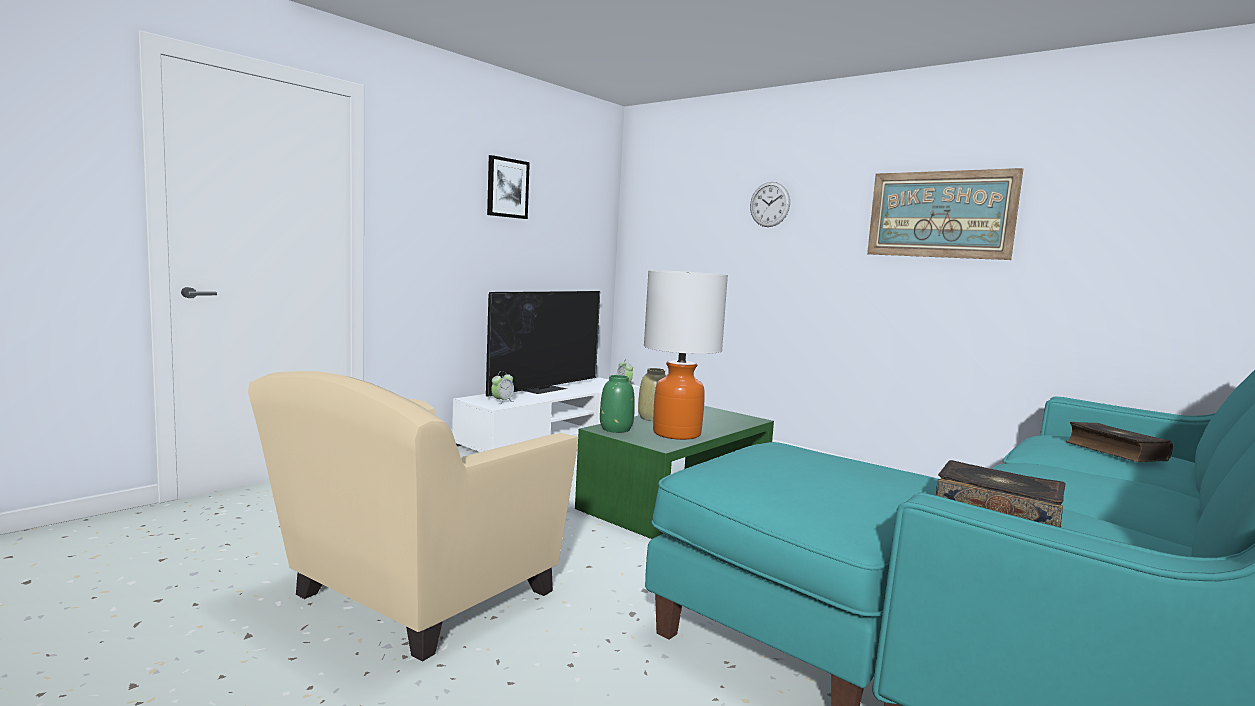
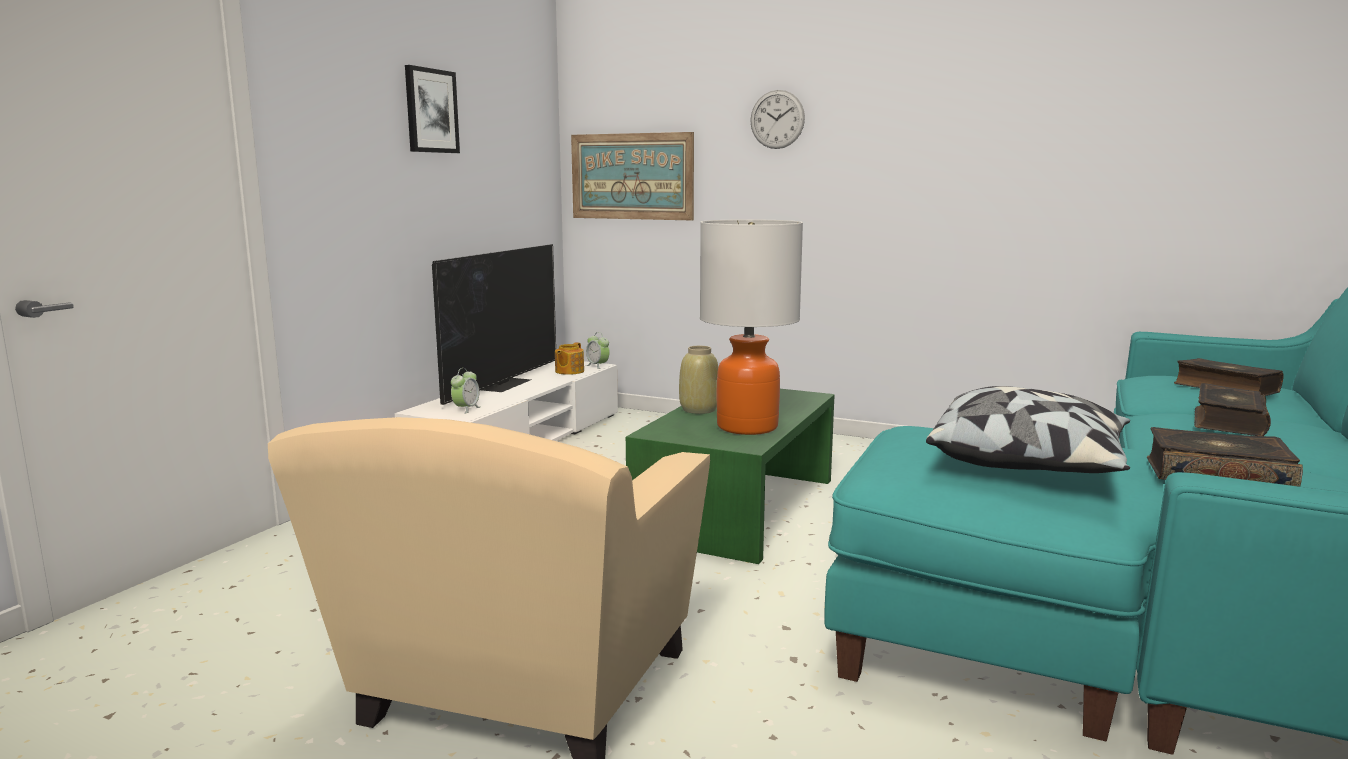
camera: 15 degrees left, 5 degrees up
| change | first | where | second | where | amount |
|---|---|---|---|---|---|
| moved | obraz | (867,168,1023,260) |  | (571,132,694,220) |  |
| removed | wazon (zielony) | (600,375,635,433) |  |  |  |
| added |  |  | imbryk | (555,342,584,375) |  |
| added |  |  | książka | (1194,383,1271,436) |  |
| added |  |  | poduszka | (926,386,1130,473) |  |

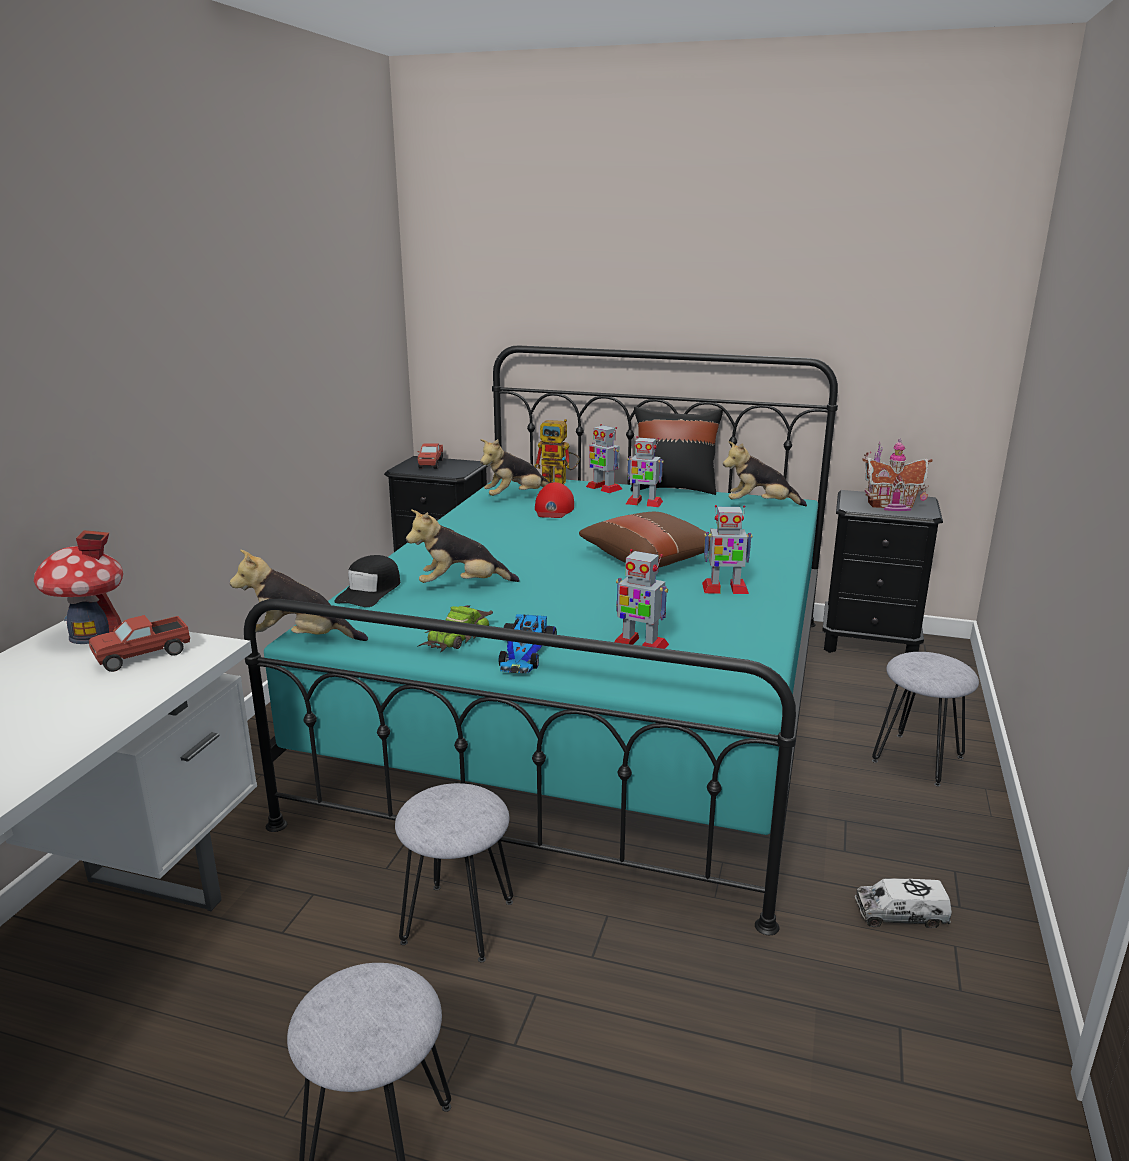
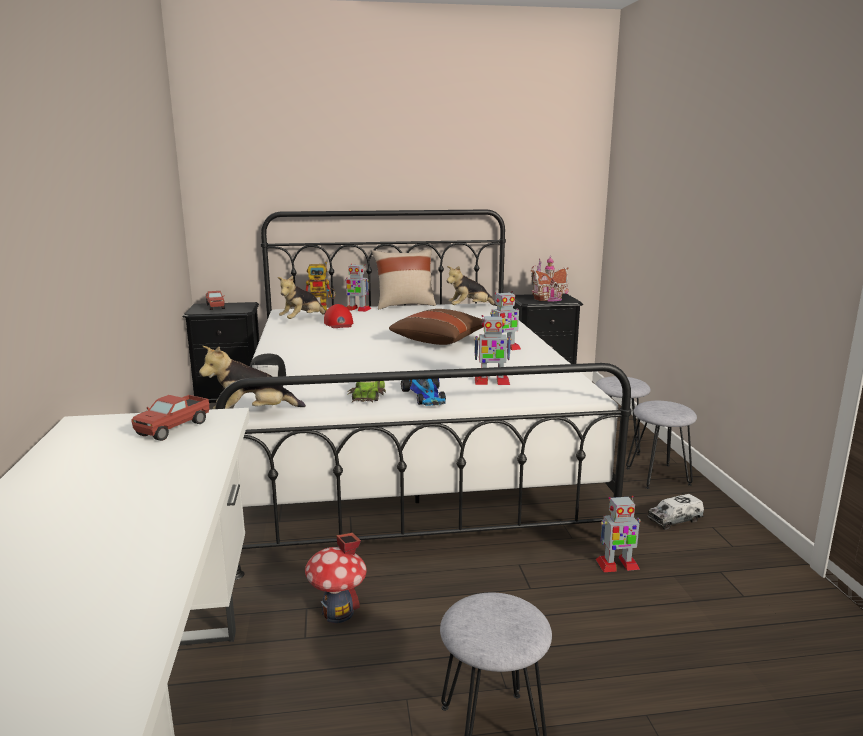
camera: 25 degrees left, 5 degrees down
| change | first | where | second | where | amount |
|---|---|---|---|---|---|
| recoloured | łóżko (turkusowy) | (244,345,838,935) | łóżko (biały) | (215,209,631,580) |  |
| recoloured | poduszka (czarny) | (630,407,723,495) | poduszka (beżowy) | (372,248,436,309) |  |
| moved | robot zabawkowy | (626,436,664,507) |  | (596,496,641,572) |  |
| removed | pluszak | (406,509,520,583) |  |  |  |
| moved | domek | (34,530,123,644) |  | (305,533,366,623) |  |
| moved | stołek (szary) | (395,783,513,962) |  | (626,401,697,489) |  |

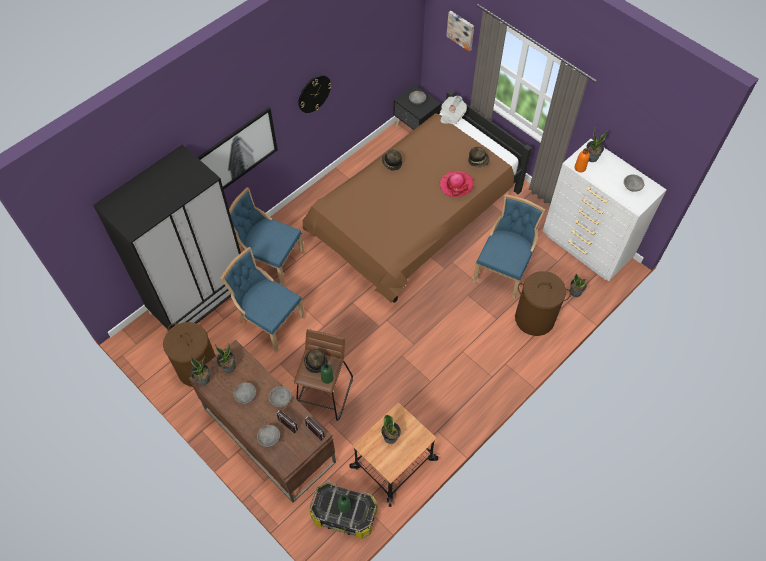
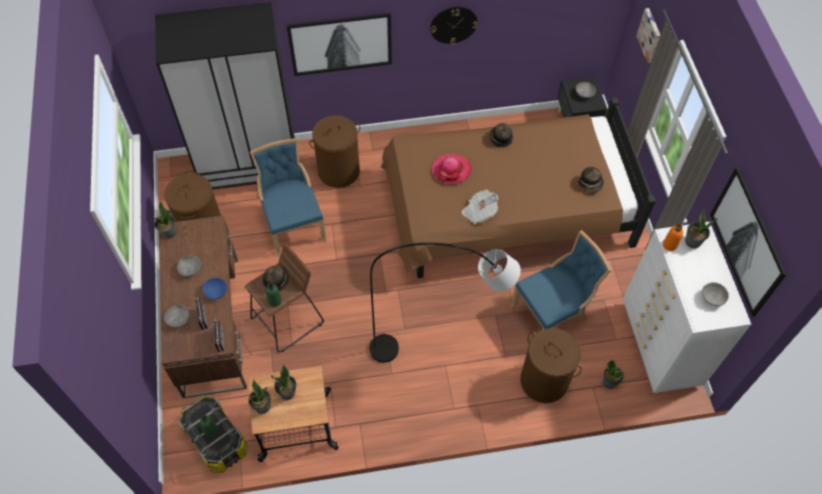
camera: 35 degrees right, 0 degrees up
| change | first | where | second | where | amount |
|---|---|---|---|---|---|
| moved | gazeta | (440,96,467,124) |  | (462,190,499,224) |  |
| moved | kapelusz | (439,171,473,197) |  | (432,154,471,184) |  |
| replaced | krzesło (niebieski) | (229,187,305,286) | kosz na pranie (brązowy) | (309,115,360,188) |  |
| moved | roślina doniczkowa | (215,344,236,373) |  | (248,379,271,414) |  |
| recoloured | miska (szary) | (269,386,291,407) | miska (niebieski) | (202,278,227,300) |  |
| added |  |  | obraz | (710,167,787,317) |  |
| added |  |  | lampa stojąca (szary) | (369,243,521,363) |  |

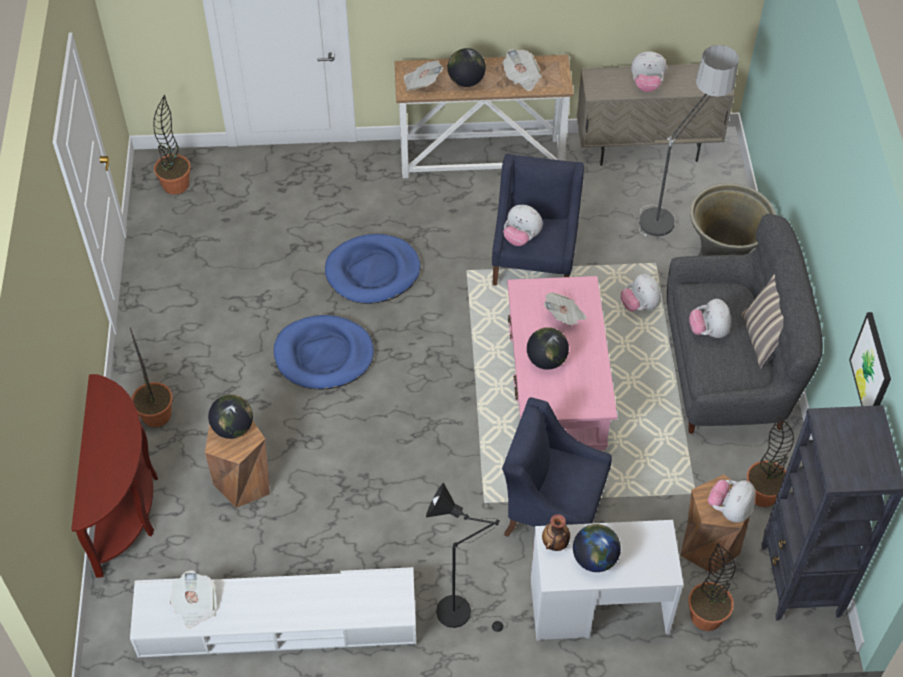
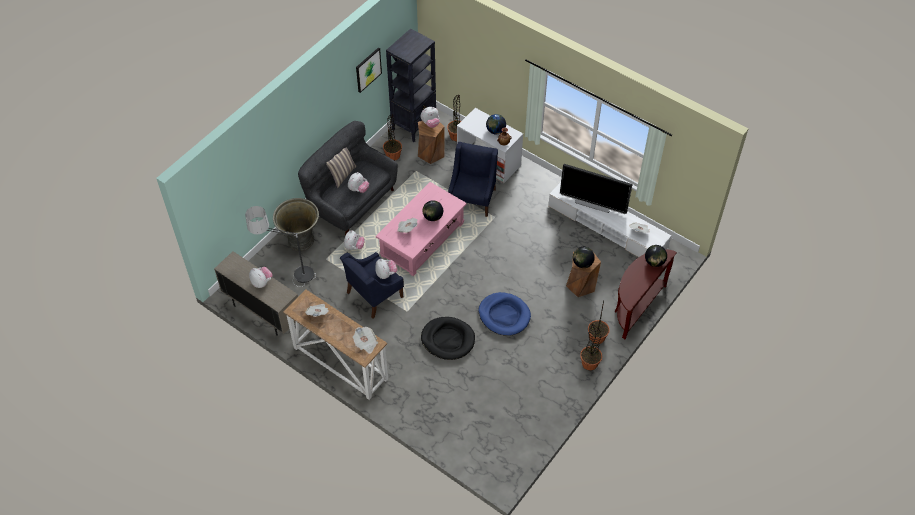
camera: 140 degrees left, 0 degrees up
| change | first | where | second | where | amount |
|---|---|---|---|---|---|
| moved | globus | (448,48,486,87) |  | (645,245,667,267) |  |
| moved | roślina doniczkowa | (153,95,190,195) |  | (580,324,603,370) |  |
| recoloured | legowisko (niebieski) | (325,234,421,304) | legowisko (czarny) | (421,317,475,360) |  |
| turned | fotel (niebieski) | (502,397,612,537) |  | (448,142,498,217) | 135 degrees counterclockwise |
| removed | lampa stojąca (czarny) | (426,482,508,632) |  |  |  |
| added |  |  | telewizor | (560,164,632,214) |  |

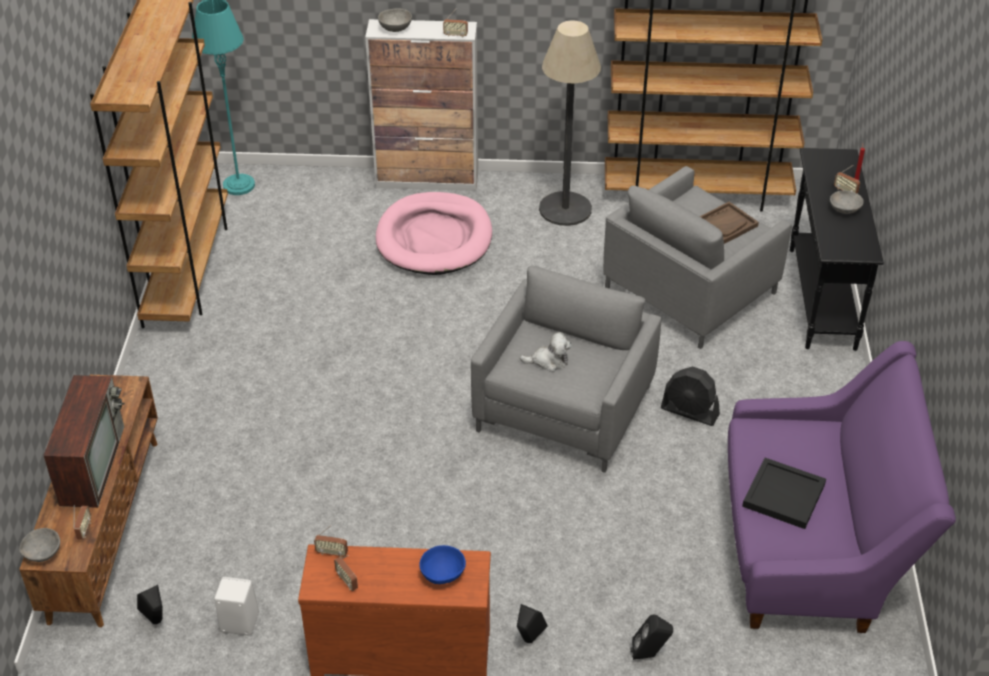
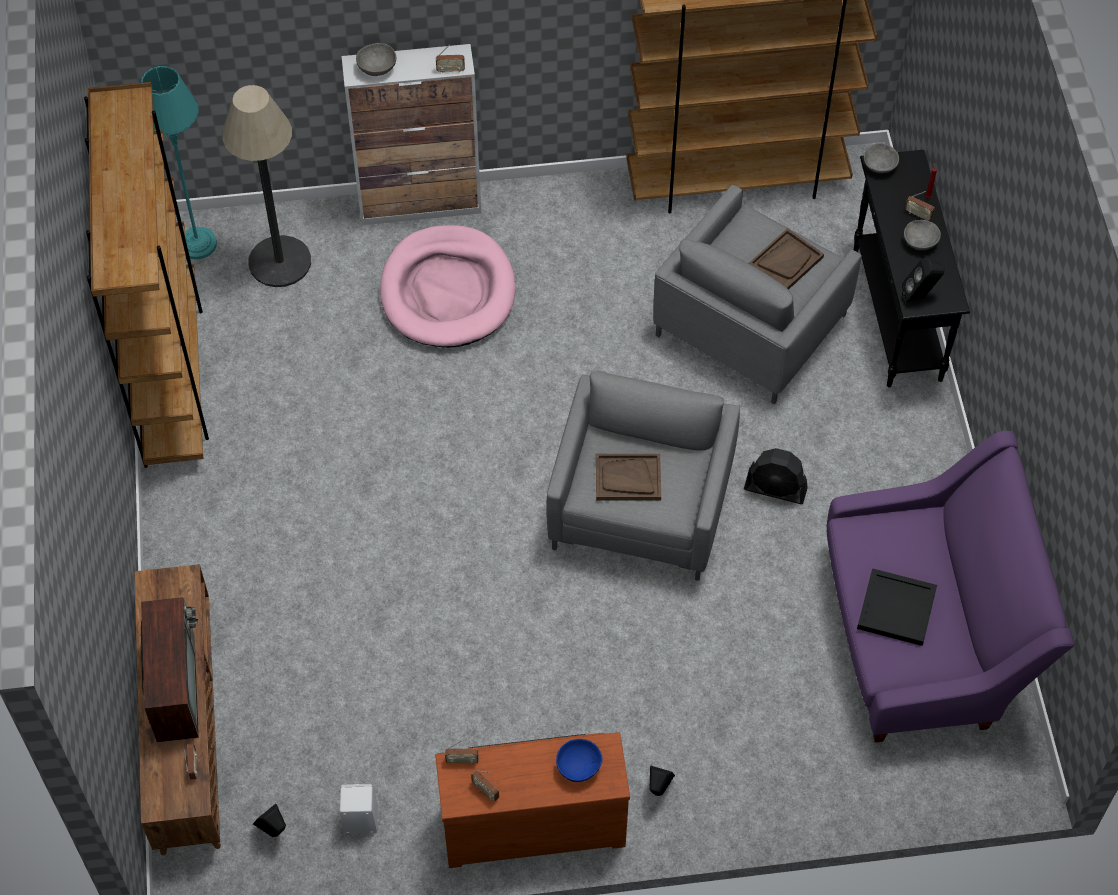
camera: 10 degrees left, 15 degrees up
| change | first | where | second | where | amount |
|---|---|---|---|---|---|
| moved | lampa stojąca | (539,20,601,226) |  | (222,85,311,287) |  |
| replaced | pluszak | (520,332,572,372) | taca (brązowy) | (596,454,661,500) |  |
| moved | miska (szary) | (19,528,60,562) |  | (864,143,899,173) |  |
| moved | głośnik (czarny) | (630,615,673,660) |  | (902,258,945,303) |  |

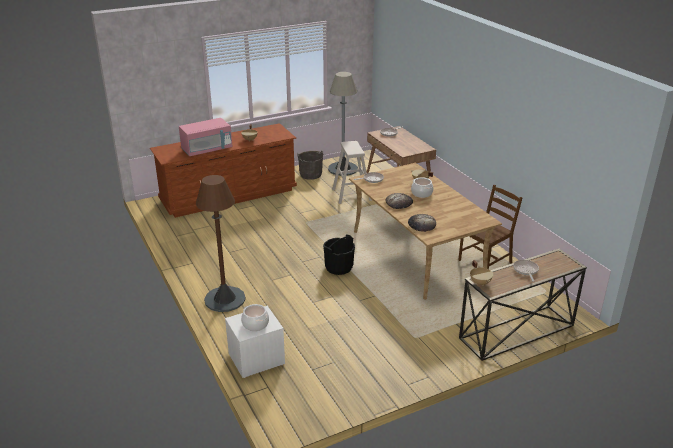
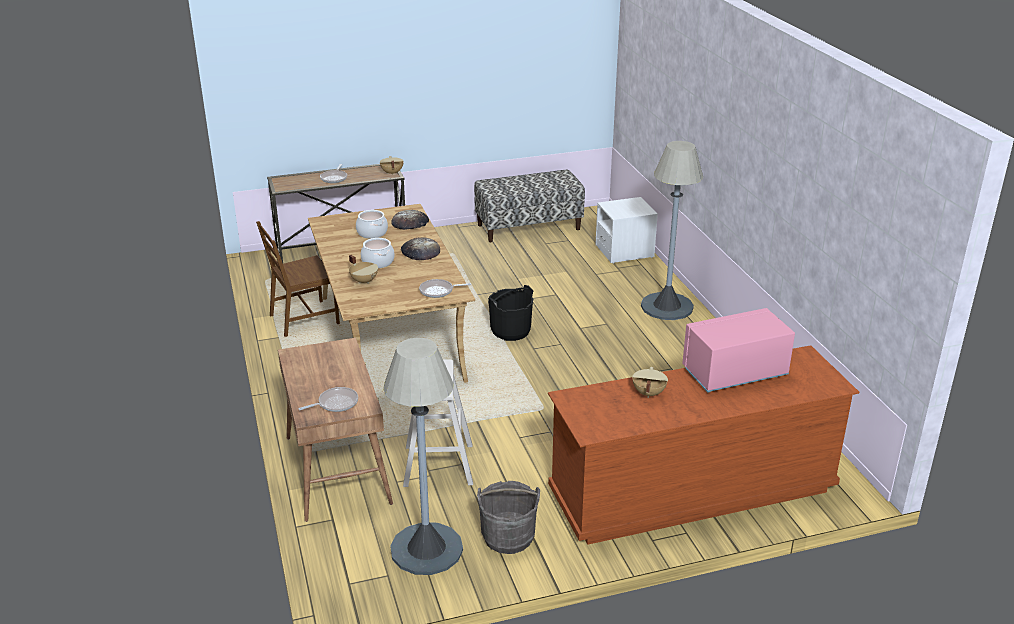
camera: 170 degrees left, 0 degrees up
| change | first | where | second | where | amount |
|---|---|---|---|---|---|
| recoloured | lampa stojąca (brązowy) | (196,175,246,312) | lampa stojąca (szary) | (641,141,703,320) |  |
| moved | garnek | (241,304,269,331) |  | (356,210,388,239) |  |
| added |  |  | ławka | (474,170,585,242) |  |

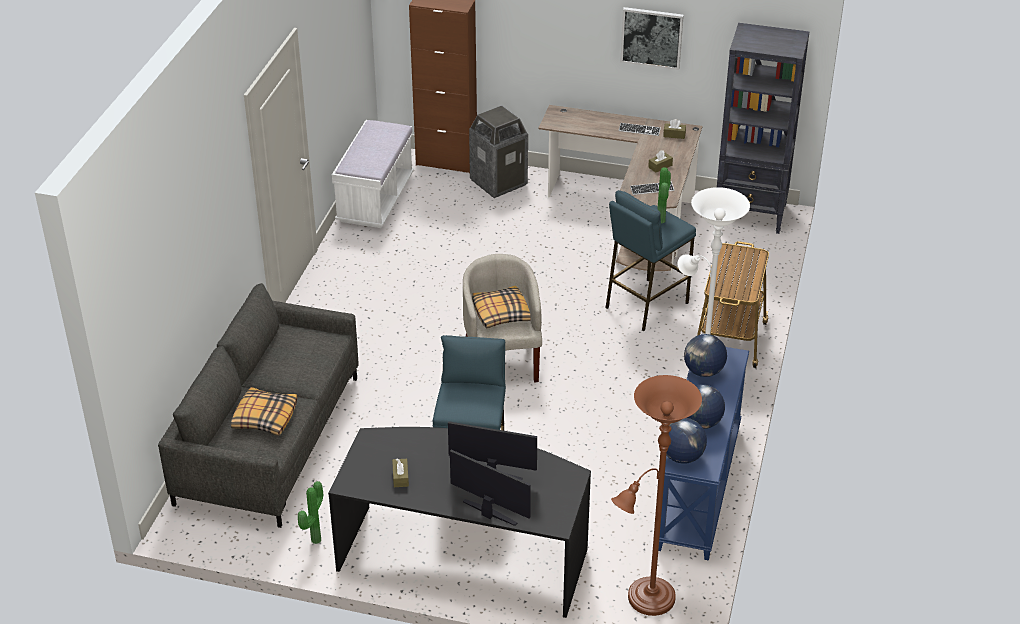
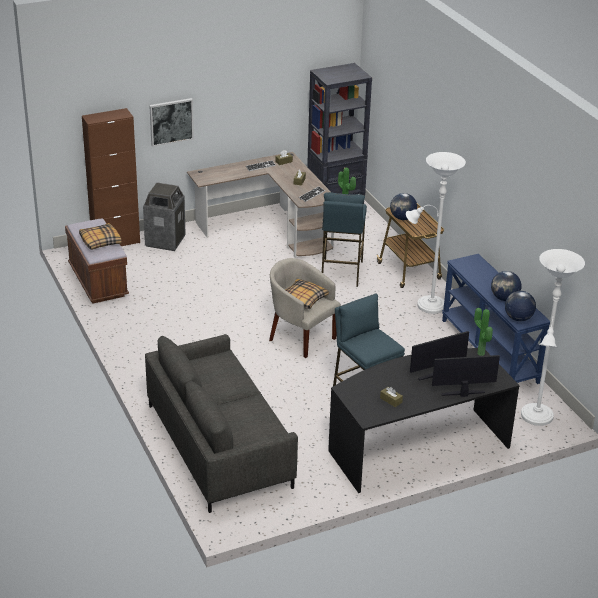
camera: 40 degrees left, 5 degrees down
| change | first | where | second | where | amount |
|---|---|---|---|---|---|
| moved | obraz | (620,7,684,70) |  | (149,98,194,147) |  |
| recoloured | ławka (biały) | (332,120,414,228) | ławka (brązowy) | (65,219,129,304) |  |
| moved | globus | (684,334,727,377) |  | (390,193,417,220) |  |
| recoloured | lampa stojąca (brązowy) | (611,375,702,616) | lampa stojąca (biały) | (521,249,585,426) |  |
| moved | poduszka | (231,387,297,436) |  | (79,223,122,250) |  |
| moved | roślina doniczkowa | (298,481,323,544) |  | (474,308,493,356) |  |

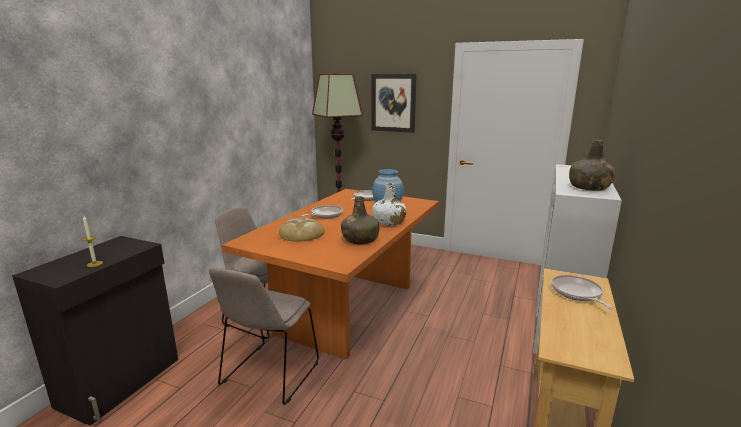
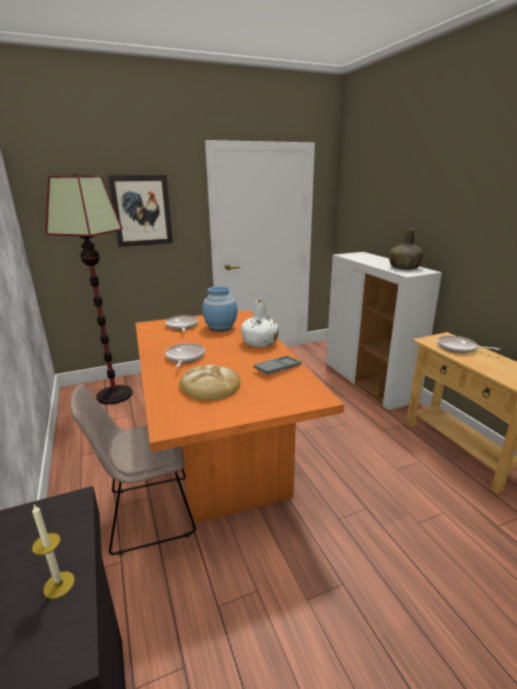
camera: 45 degrees left, 5 degrees up
| change | first | where | second | where | amount |
|---|---|---|---|---|---|
| replaced | butelka (zielony) | (341,196,379,245) | taca (szary) | (254,356,301,375) |  |
| removed | krzesło (beżowy) | (209,267,319,405) |  |  |  |

